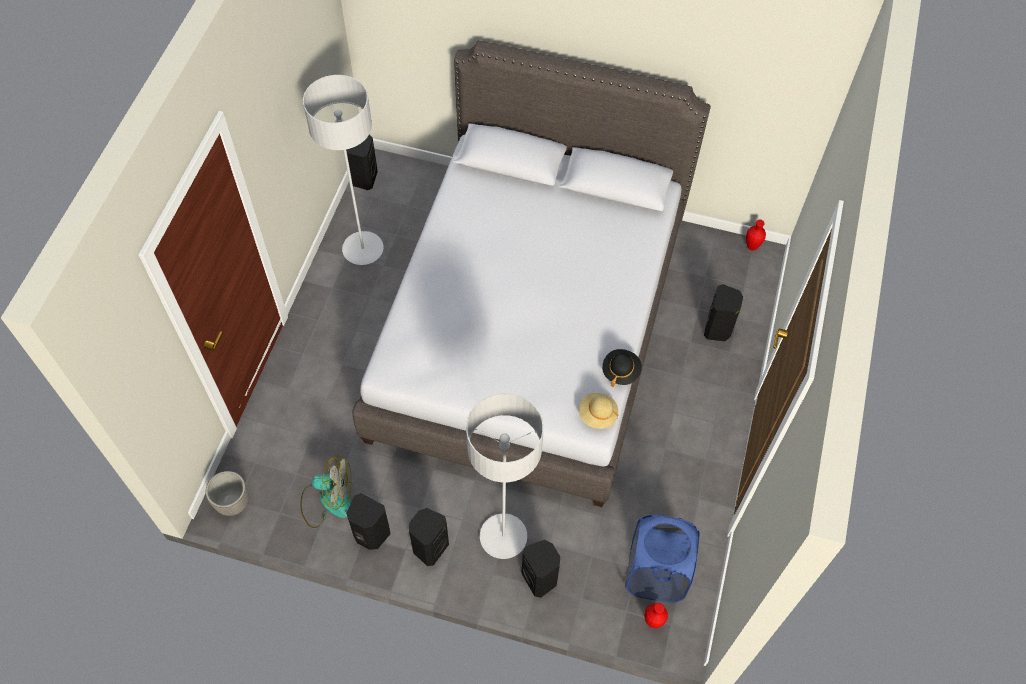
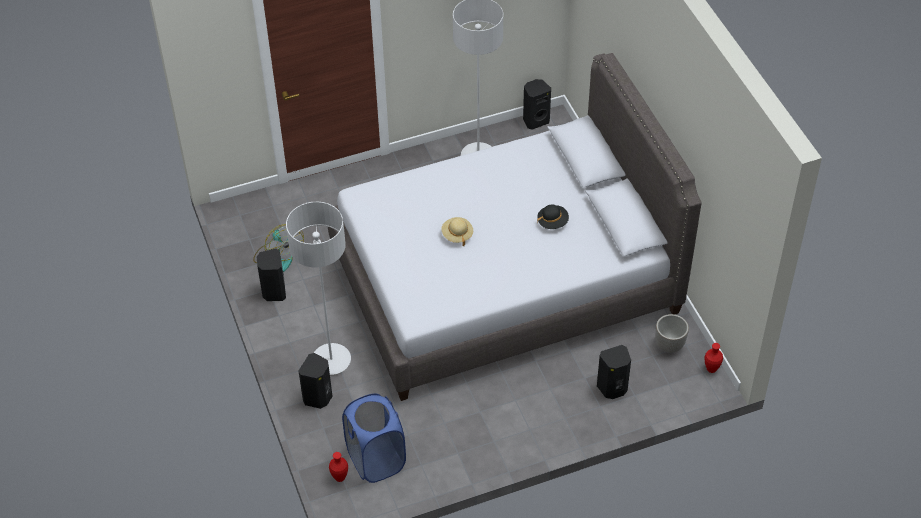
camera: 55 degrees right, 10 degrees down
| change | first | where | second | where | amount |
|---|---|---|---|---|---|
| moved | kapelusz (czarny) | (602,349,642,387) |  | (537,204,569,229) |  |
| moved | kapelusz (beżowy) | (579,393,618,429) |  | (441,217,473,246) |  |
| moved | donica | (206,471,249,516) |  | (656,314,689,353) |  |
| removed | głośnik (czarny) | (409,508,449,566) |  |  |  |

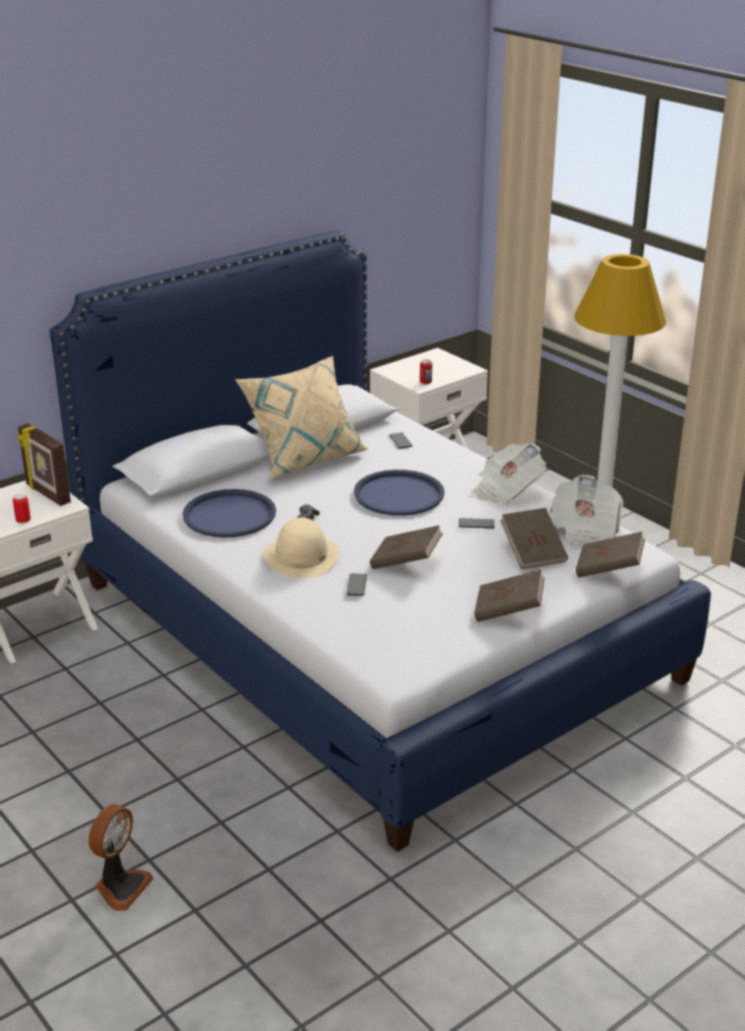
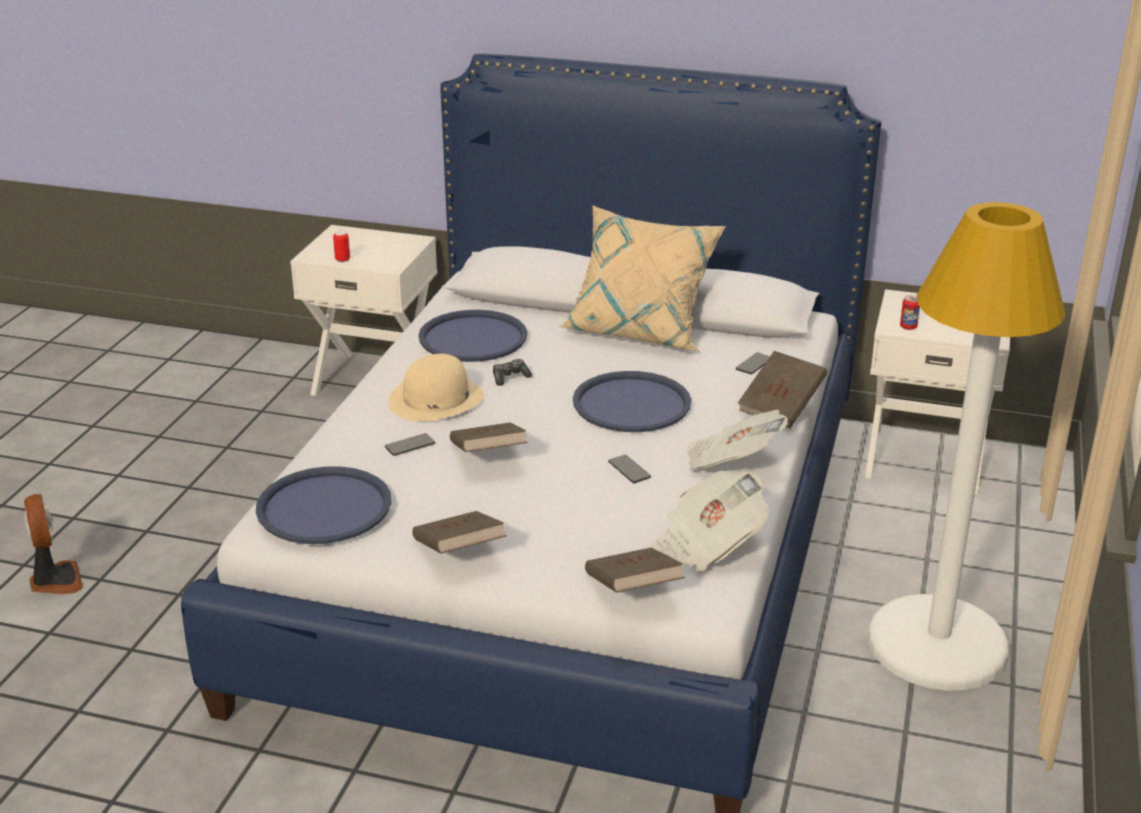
camera: 55 degrees right, 0 degrees up
| change | first | where | second | where | amount |
|---|---|---|---|---|---|
| removed | ramka na zdjęcie | (17,423,71,506) |  |  |  |
| moved | książka (brązowy) | (500,508,568,569) |  | (738,351,827,428) |  |
| turned | wentylator | (88,804,154,911) |  | (24,494,83,594) | 105 degrees counterclockwise |
| added |  |  | taca (niebieski) | (256,466,391,544) |  |

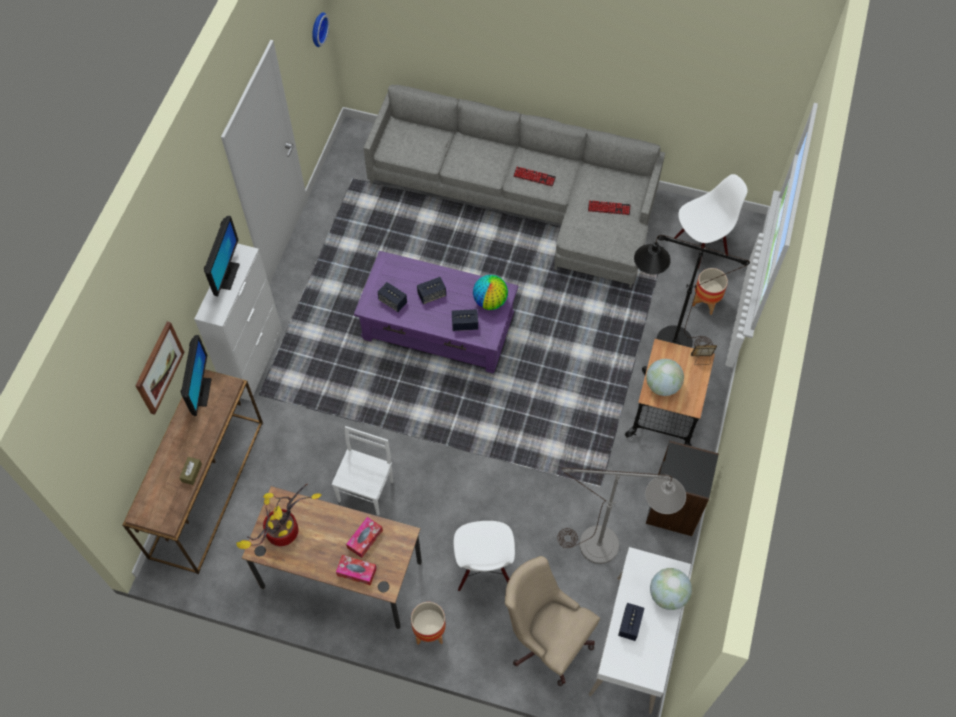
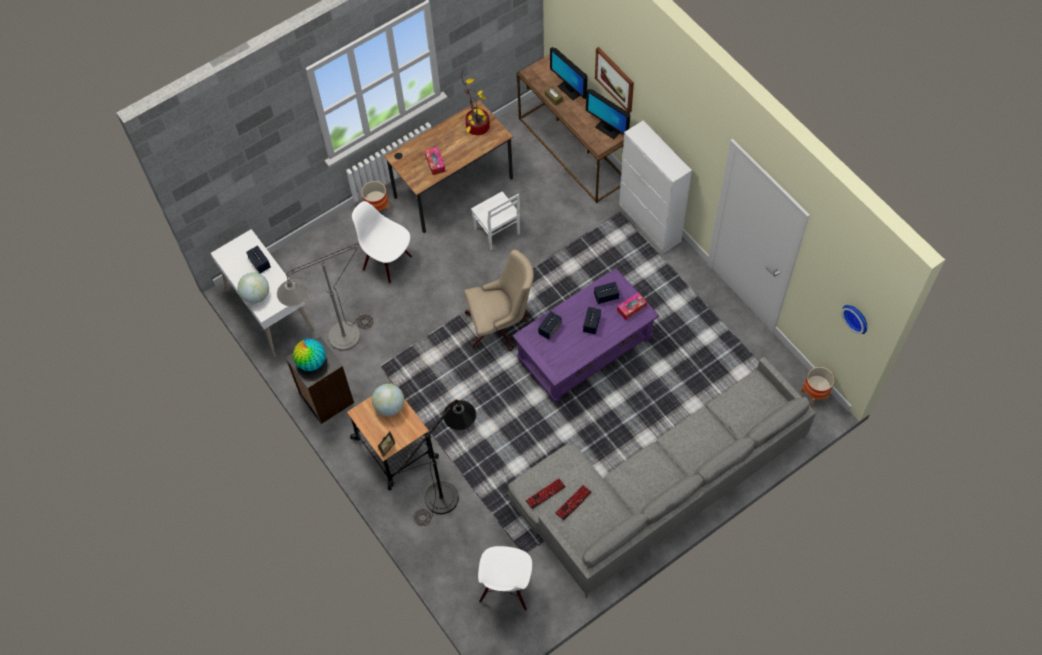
camera: 130 degrees right, 0 degrees up
| change | first | where | second | where | amount |
|---|---|---|---|---|---|
| moved | klawiatura | (513,167,556,186) |  | (526,478,566,509) |  |
| moved | monitor | (204,216,240,296) |  | (550,47,588,100) |  |
| moved | donica | (692,268,728,315) |  | (801,367,834,407) |  |
| moved | globus | (473,275,508,310) |  | (293,339,326,371) |  |
| moved | pudełko chusteczek | (336,555,377,586) |  | (617,292,647,320) |  |
| moved | krzesło biurowe (beżowy) | (505,556,600,686) |  | (464,250,534,351) |  |

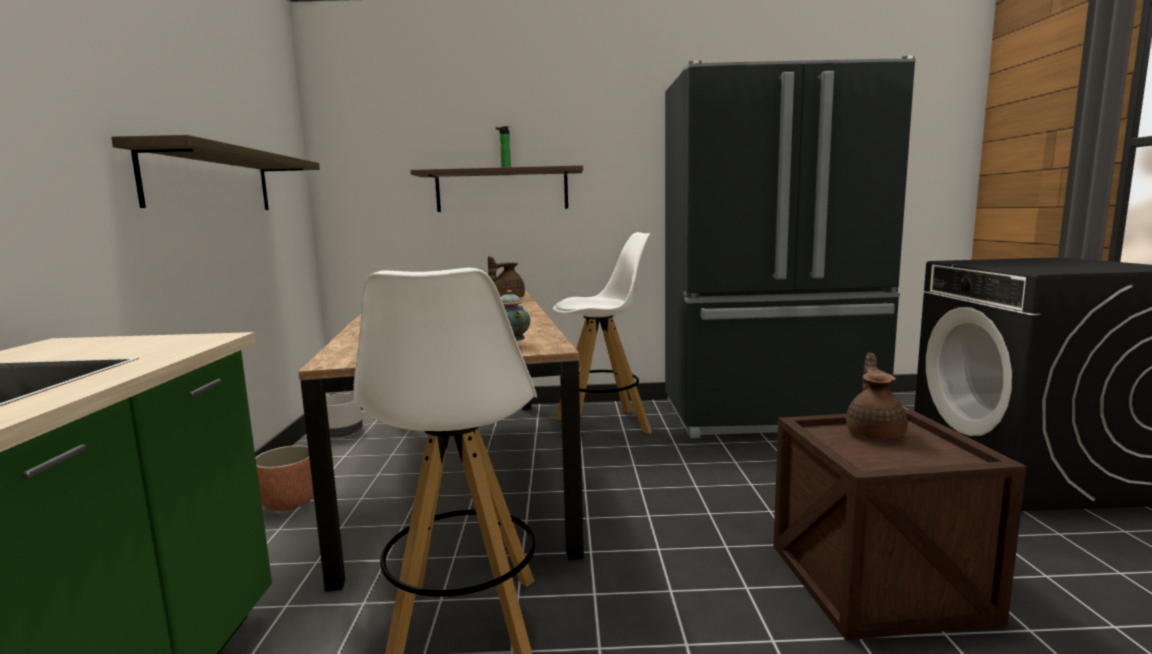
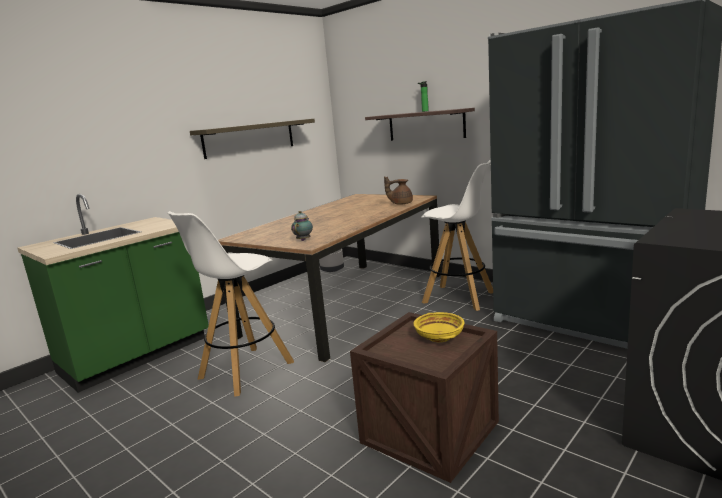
camera: 45 degrees right, 5 degrees up
| change | first | where | second | where | amount |
|---|---|---|---|---|---|
| replaced | imbryk (brązowy) | (846,352,908,440) | miska (żółty) | (414,312,465,342) |  |
| removed | donica | (255,445,314,511) |  |  |  |

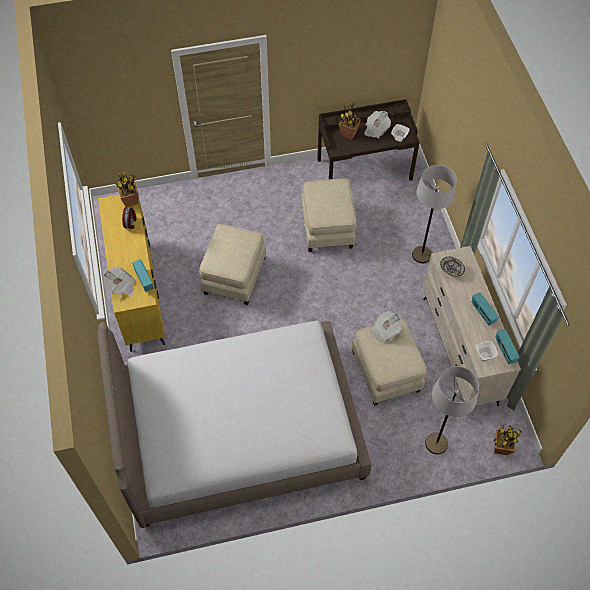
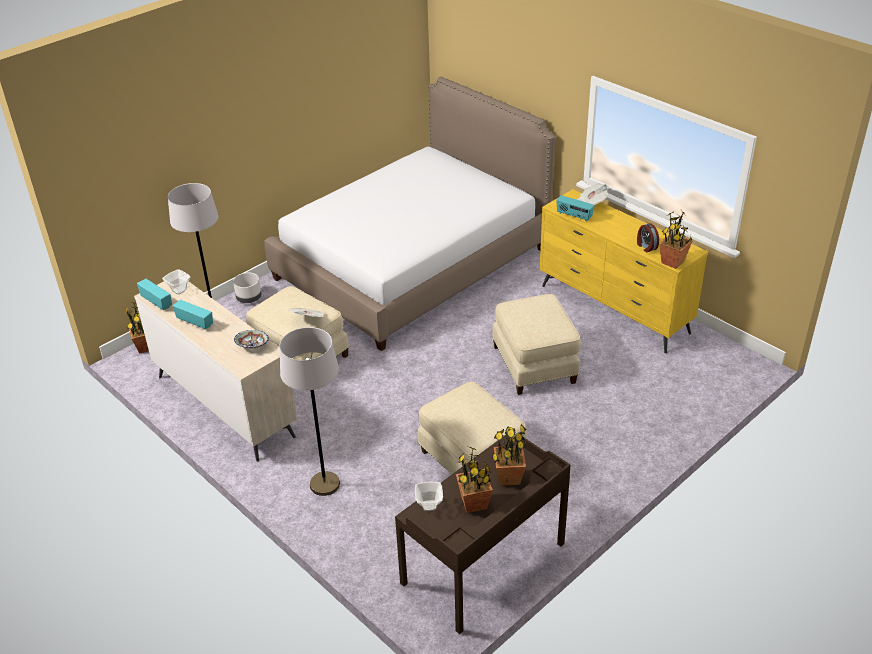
camera: 150 degrees right, 20 degrees down
| change | first | where | second | where | amount |
|---|---|---|---|---|---|
| replaced | gazeta | (364,111,391,138) | roślina doniczkowa | (456,446,493,513) |  |
| added |  |  | donica (szary) | (233,273,262,303) |  |

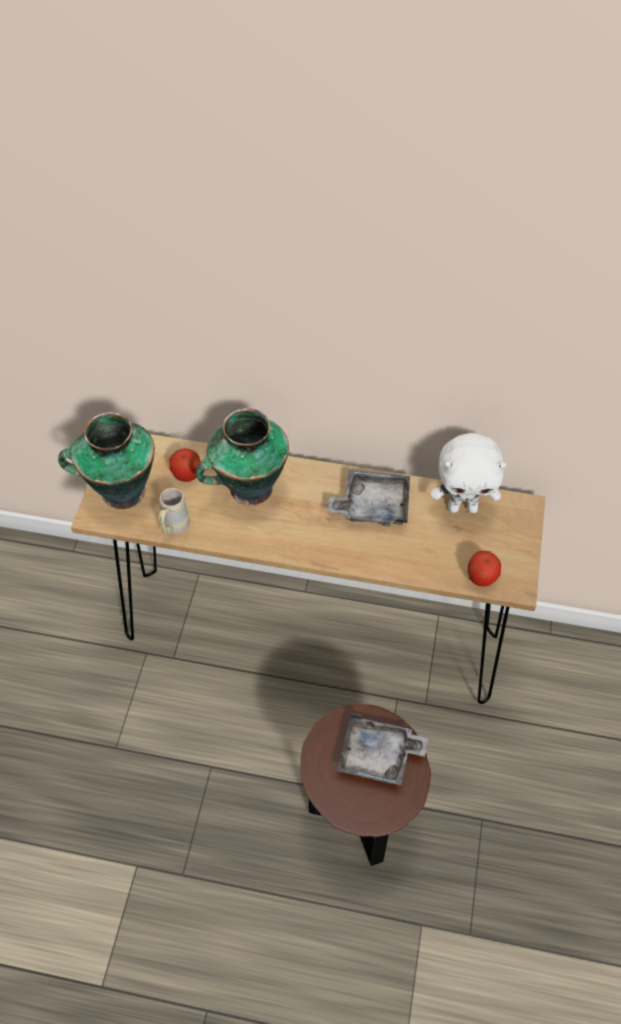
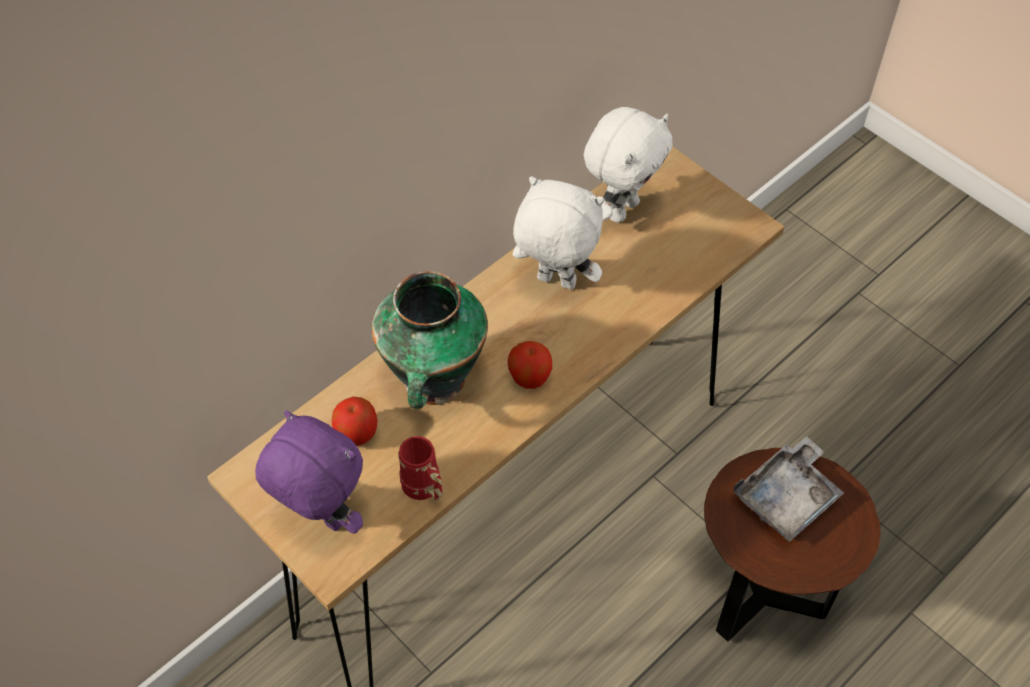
camera: 55 degrees left, 0 degrees up
| change | first | where | second | where | amount |
|---|---|---|---|---|---|
| replaced | wazon | (58,412,155,509) | pluszak (fioletowy) | (255,410,363,534) |  |
| replaced | taca (szary) | (327,470,410,526) | pluszak (biały) | (513,176,604,290) |  |
| recoloured | kubek (beżowy) | (159,488,190,534) | kubek (czerwony) | (399,436,442,500) |  |
| moved | jabłko | (467,551,501,587) |  | (508,341,552,389) |  |

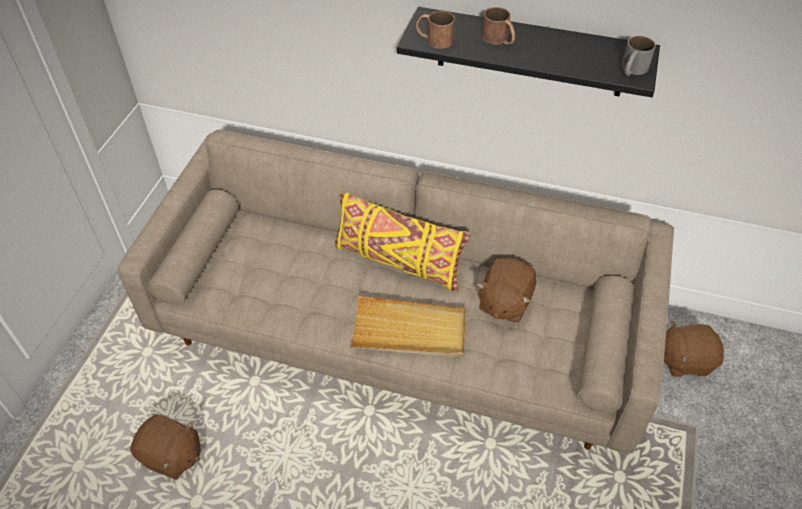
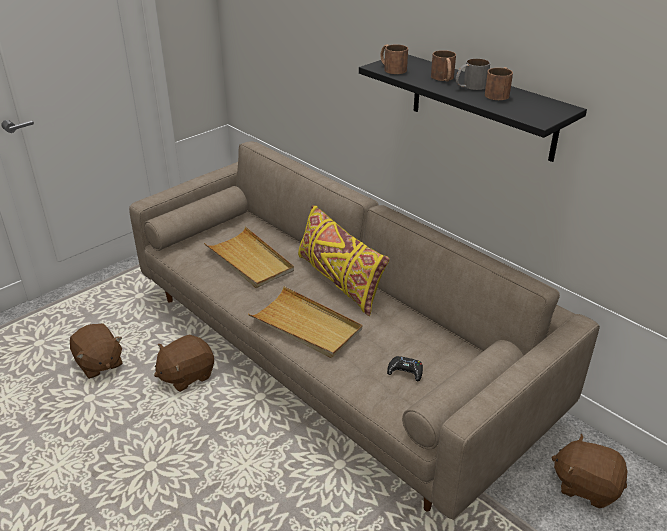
camera: 30 degrees right, 15 degrees down
| change | first | where | second | where | amount |
|---|---|---|---|---|---|
| moved | kubek (szary) | (621,36,656,76) |  | (456,58,490,90) |  |
| moved | pluszak (brązowy) | (477,258,536,322) |  | (154,335,214,392) |  |
| added |  |  | kubek (brązowy) | (485,67,513,100) |  |
| added |  |  | taca (beżowy) | (204,226,294,288) |  |
| added |  |  | pad do gier (czarny) | (387,356,423,381) |  |

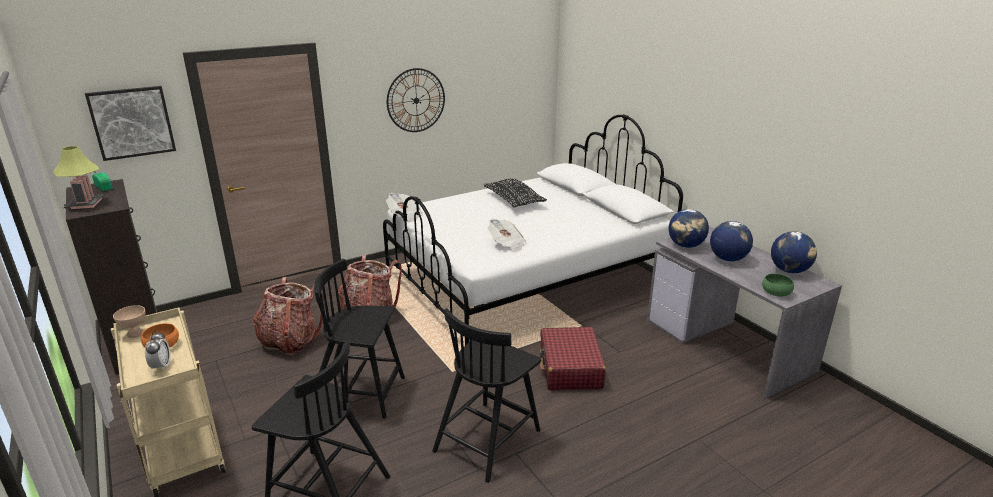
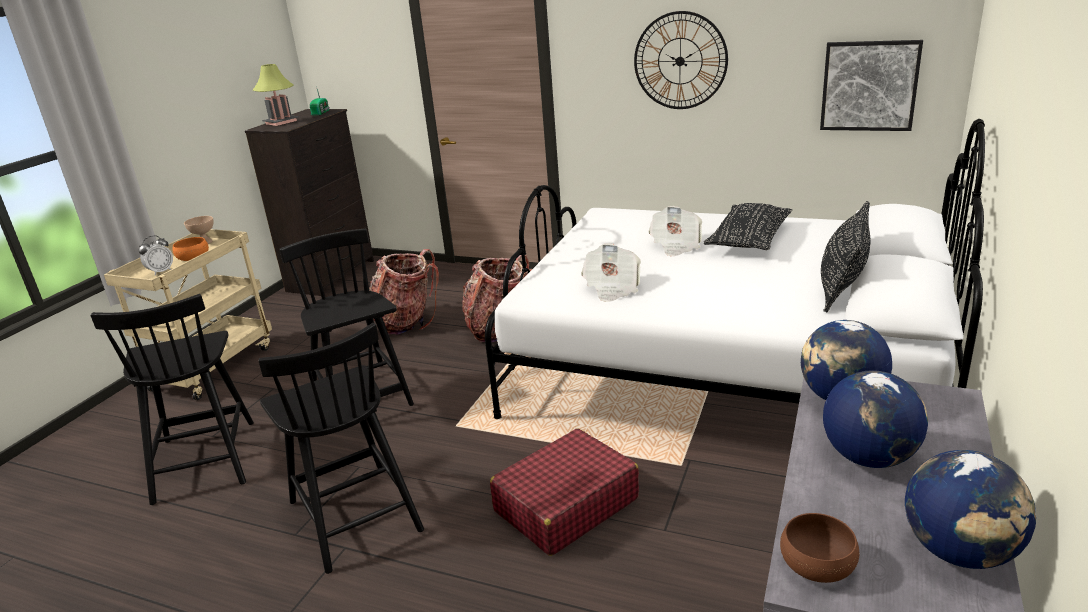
camera: 55 degrees right, 0 degrees up
| change | first | where | second | where | amount |
|---|---|---|---|---|---|
| moved | obraz | (85,86,176,161) |  | (820,40,923,131) |  |
| moved | gazeta | (386,193,423,222) |  | (649,206,702,256) |  |
| recoloured | miska (zielony) | (762,273,794,296) | miska (brązowy) | (780,513,859,583) |  |
| turned | krzesło (czarny) | (432,308,541,483) |  | (259,323,424,574) | 120 degrees counterclockwise |
| added |  |  | poduszka (czarny) | (821,201,871,312) |  |

